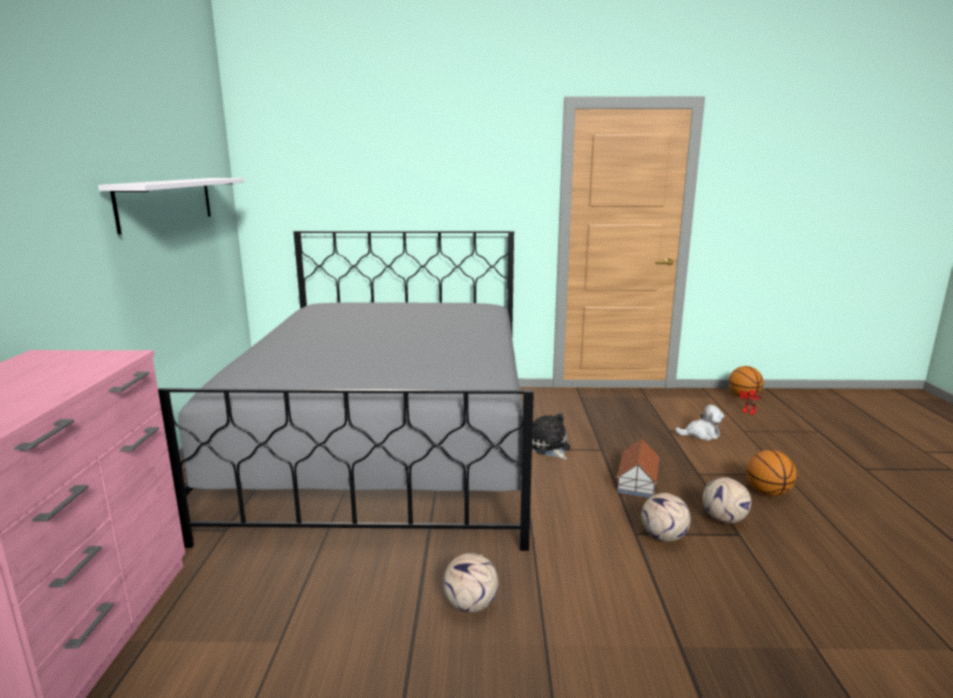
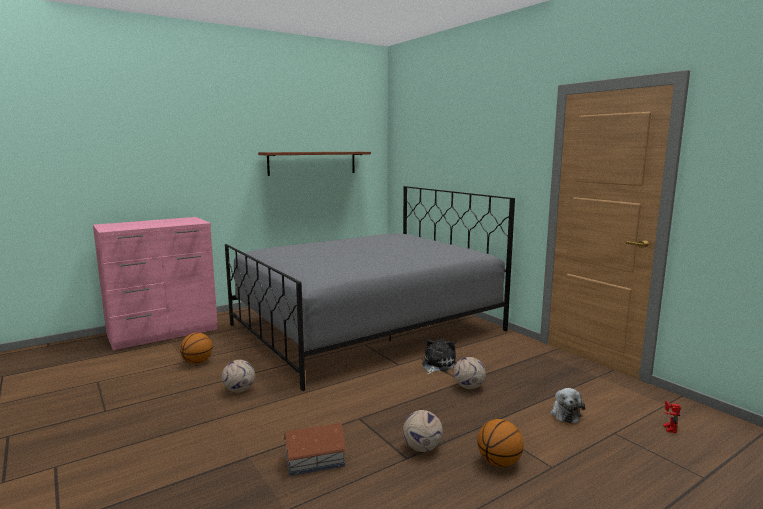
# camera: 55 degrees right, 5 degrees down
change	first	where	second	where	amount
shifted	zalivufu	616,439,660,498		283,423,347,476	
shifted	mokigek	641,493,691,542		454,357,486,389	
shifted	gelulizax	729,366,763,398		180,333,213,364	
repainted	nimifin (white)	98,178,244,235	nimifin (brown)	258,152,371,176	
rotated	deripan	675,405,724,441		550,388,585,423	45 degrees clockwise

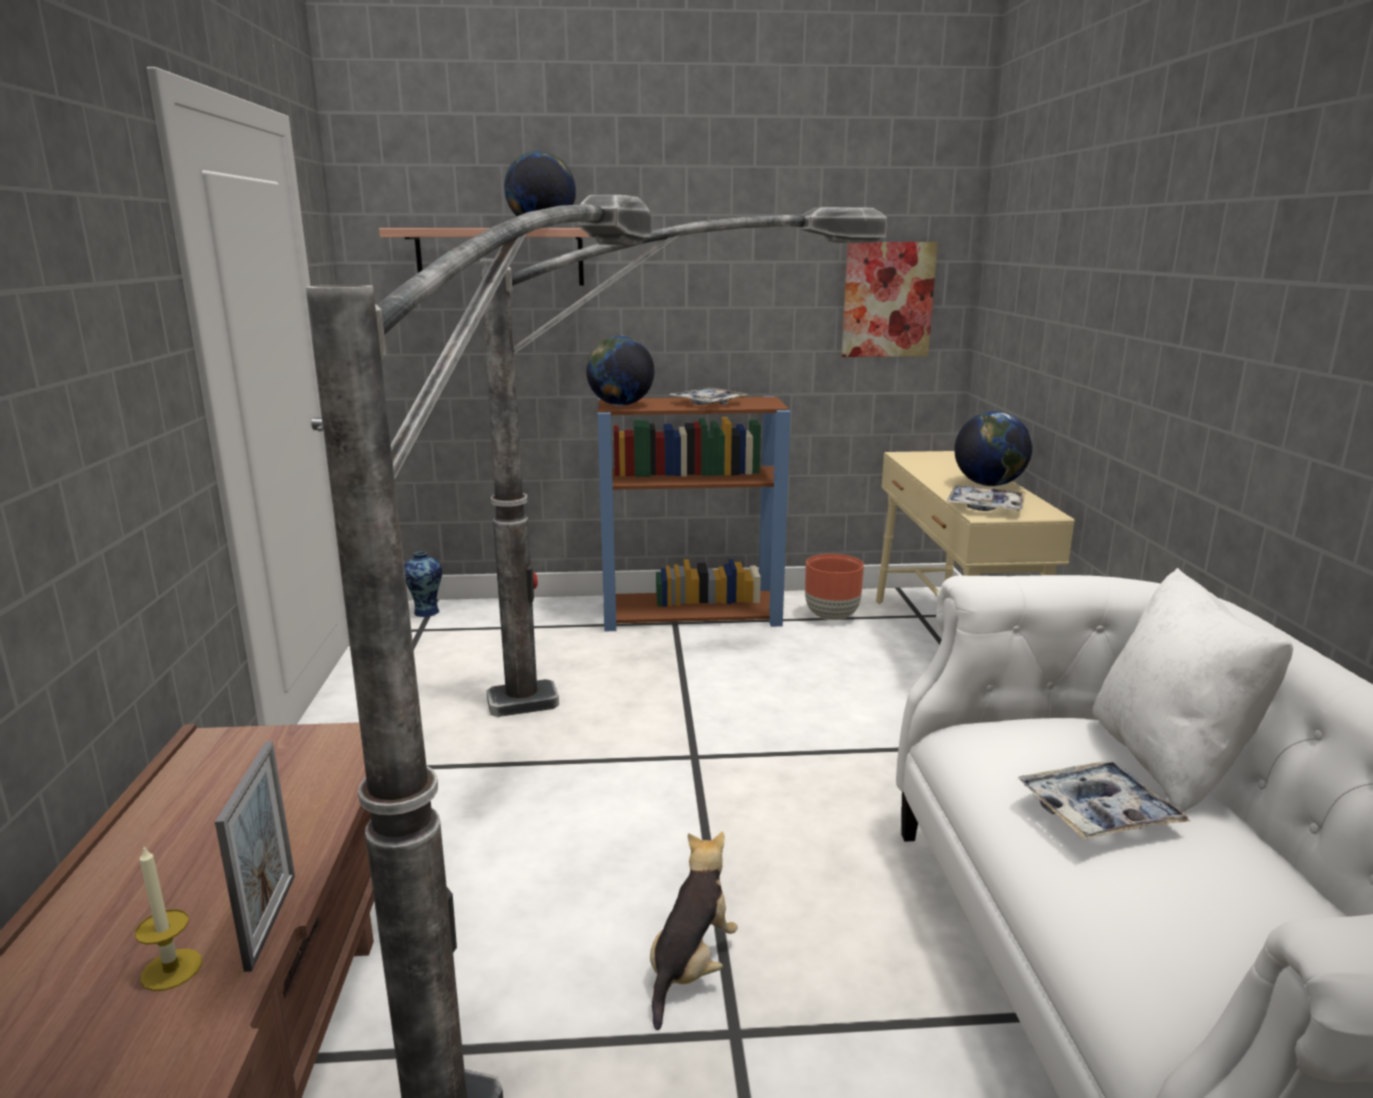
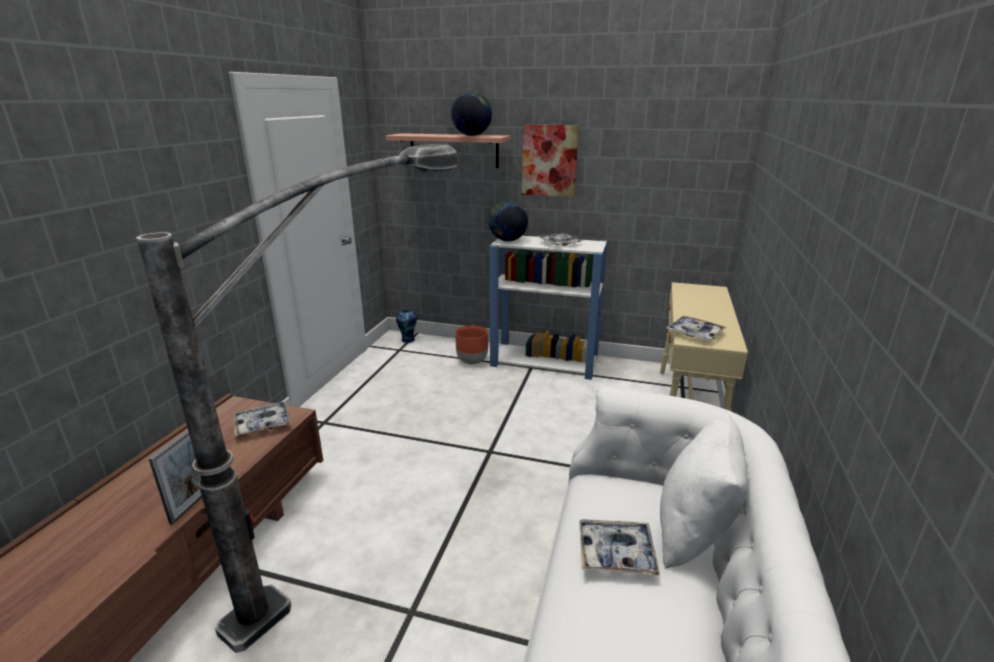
# camera: 20 degrees right, 5 degrees up
change	first	where	second	where	amount
gone	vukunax	135,845,202,991			
gone	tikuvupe	480,207,887,717			
gone	deripan	650,832,738,1030			
gone	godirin	954,411,1033,486			
new			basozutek	234,401,290,436	
shifted	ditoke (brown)	805,554,864,620		455,325,488,364	
shifted	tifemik	841,242,938,357		522,124,579,197	
repainted	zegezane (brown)	598,396,791,632	zegezane (white)	489,236,607,380	

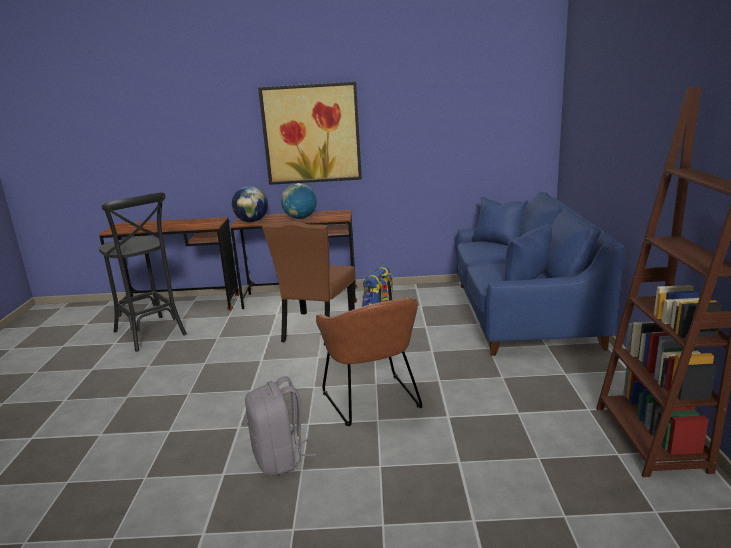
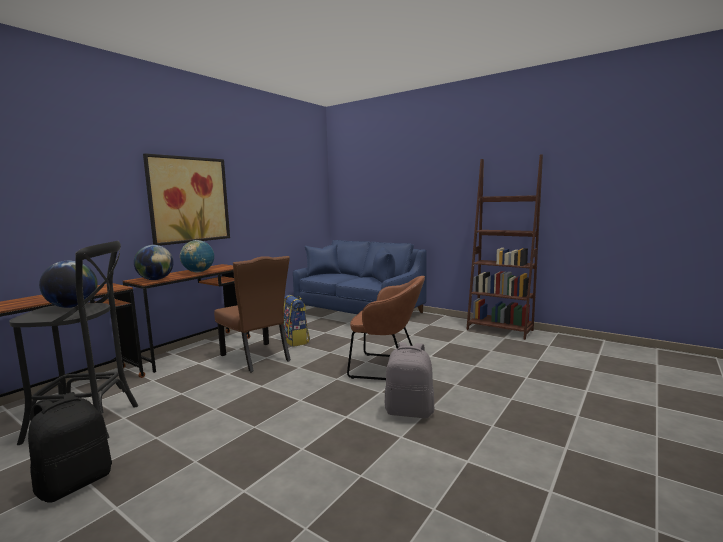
# camera: 55 degrees left, 10 degrees down
change	first	where	second	where	amount
new			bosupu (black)	28,392,112,503	
new			godirin	39,261,98,308	

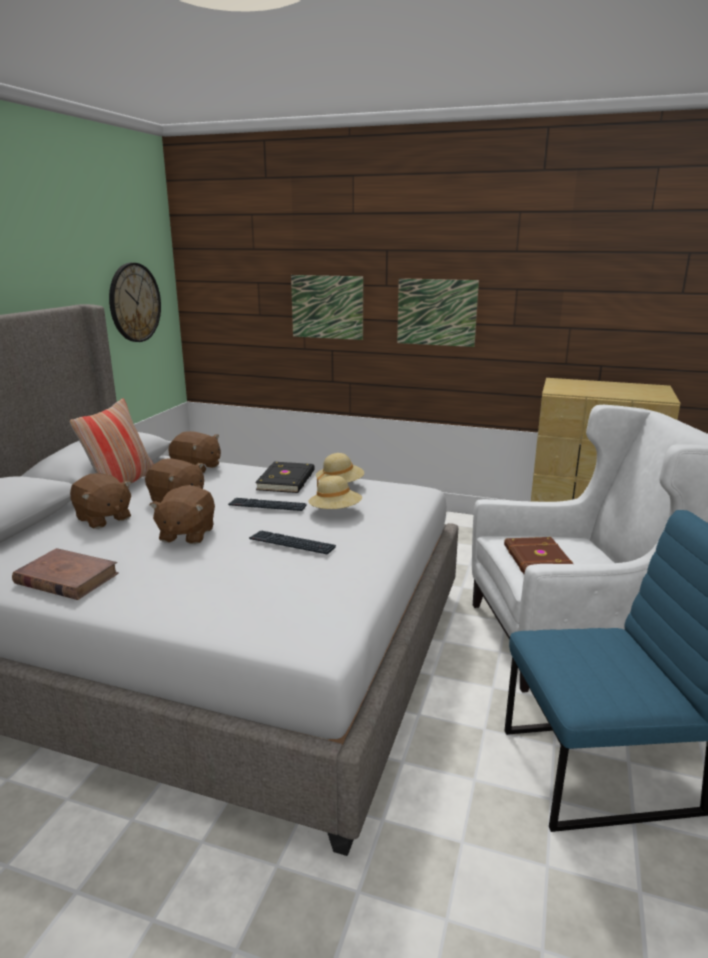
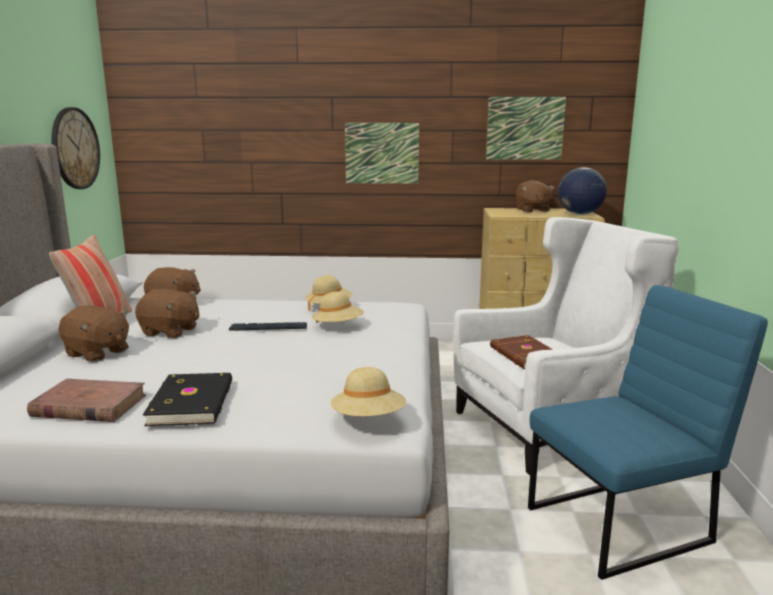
# camera: 15 degrees left, 5 degrees down
change	first	where	second	where	amount
gone	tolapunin	249,530,336,555			
new			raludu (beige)	330,367,406,417	
new			godirin	558,167,607,215	
shifted	deripan (brown)	150,485,215,544		516,180,555,212	
shifted	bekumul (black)	255,462,315,493		143,373,232,426	
shifted	tifemik	291,275,364,340		486,97,566,160	

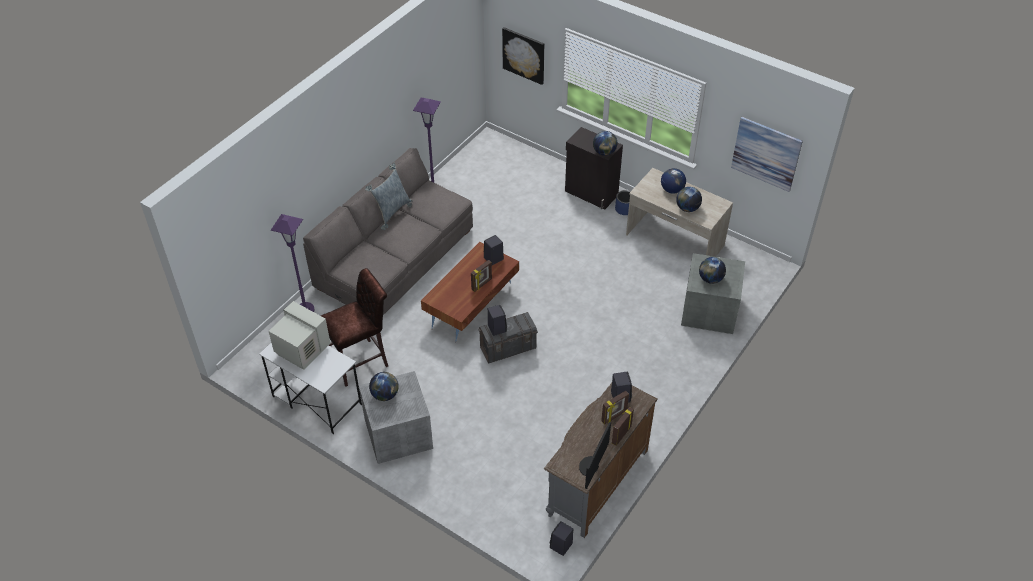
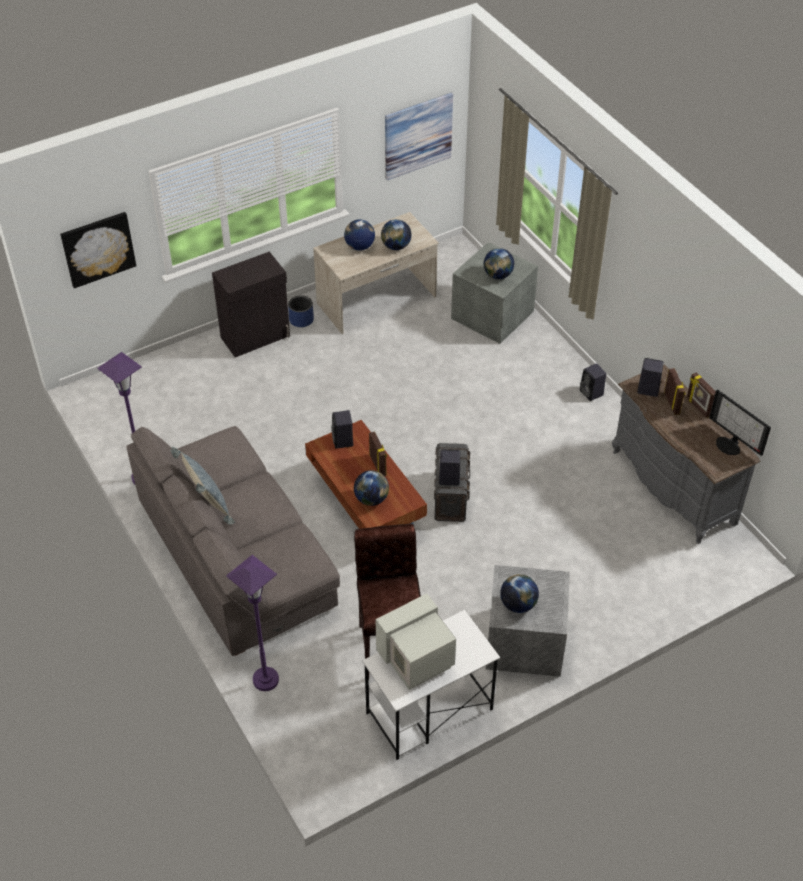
# camera: 65 degrees left, 0 degrees up
change	first	where	second	where	amount
shifted	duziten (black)	550,521,573,556		580,363,606,401	
shifted	godirin	593,131,617,156		354,470,389,506	

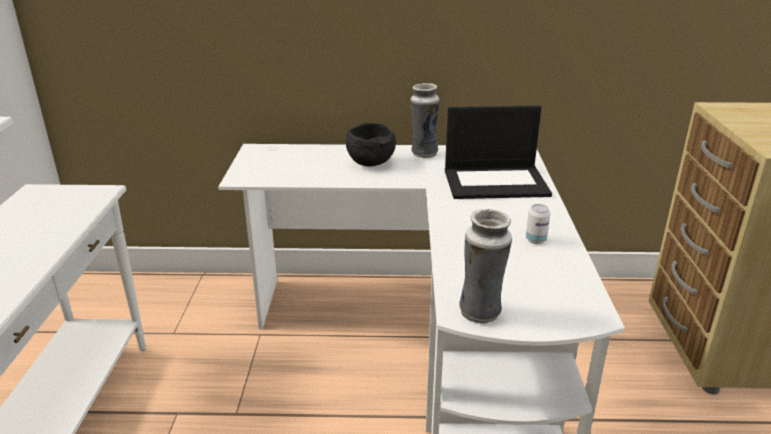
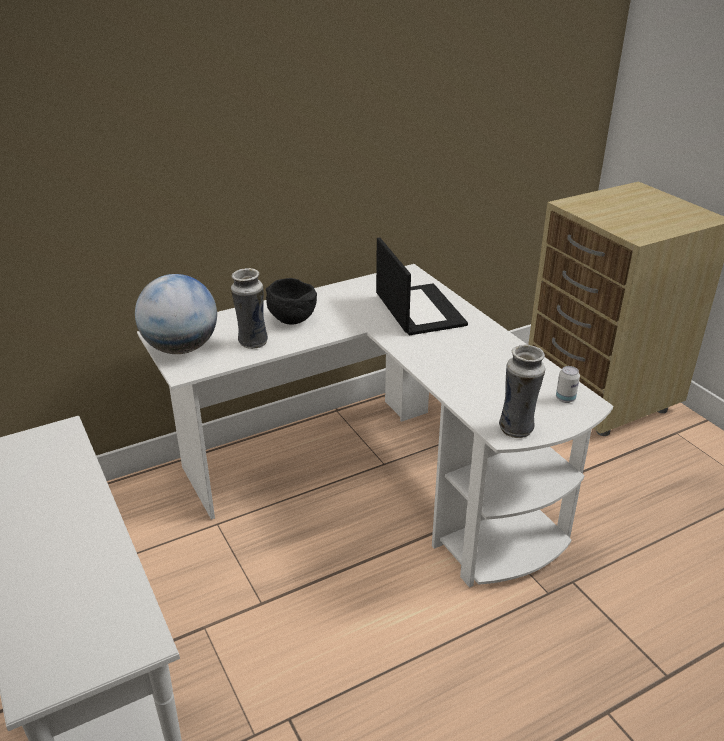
# camera: 30 degrees left, 5 degrees up
change	first	where	second	where	amount
new			godirin	135,274,217,354	
shifted	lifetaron	410,83,439,158		231,268,268,349	
shifted	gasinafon	526,204,550,244		556,366,580,403	
rotated	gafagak	445,105,552,199		376,237,468,335	75 degrees counterclockwise

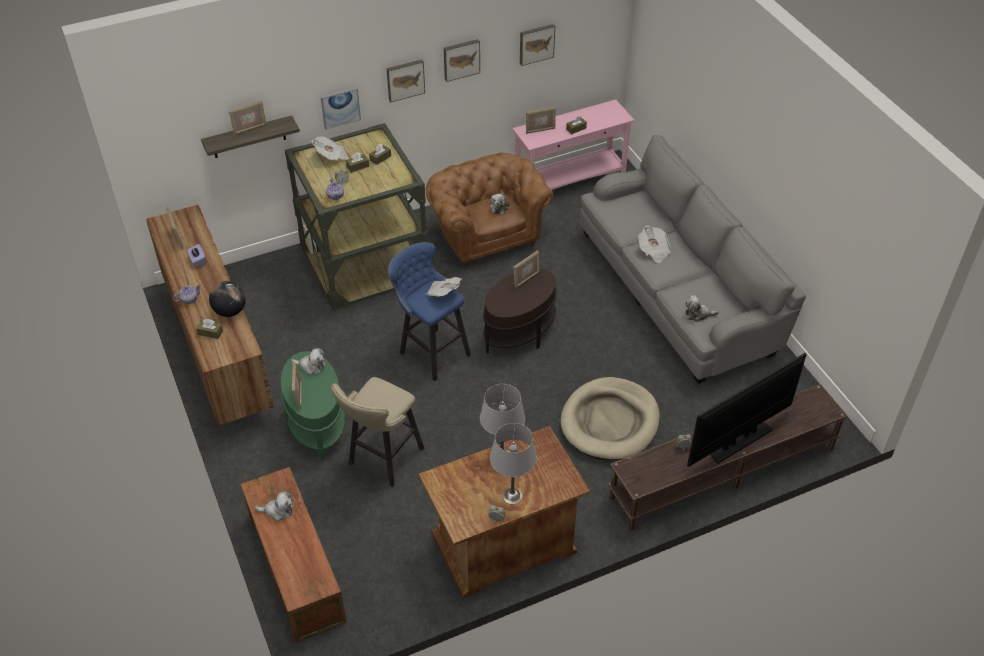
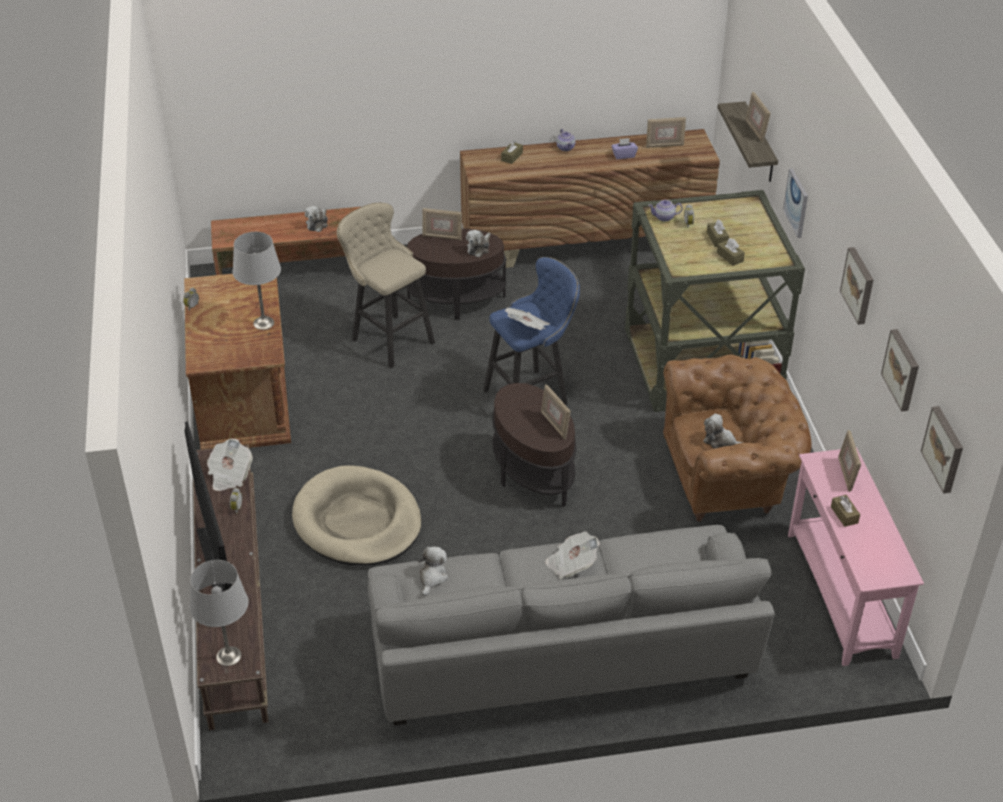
# camera: 105 degrees right, 5 degrees down
change	first	where	second	where	amount
gone	godirin	209,281,246,317			
shifted	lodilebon	312,136,349,161		207,439,253,491	
shifted	tifemik	386,59,425,102		921,406,963,494	
shifted	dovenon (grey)	490,423,537,504		190,560,248,666	
repainted	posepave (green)	281,351,346,461	posepave (brown)	407,228,506,320	

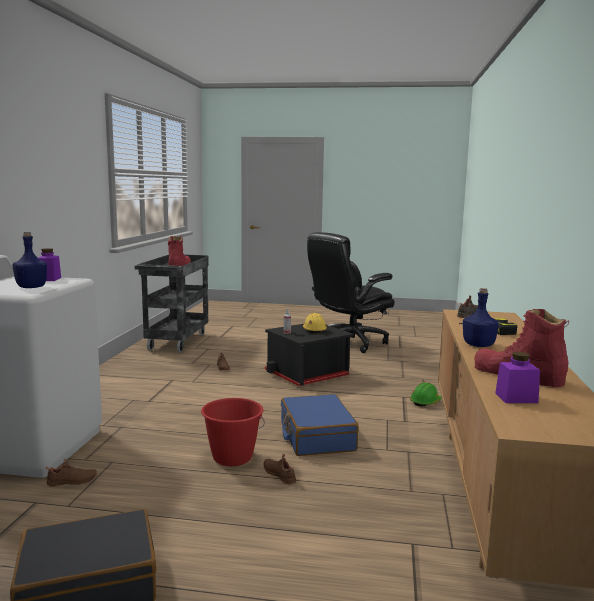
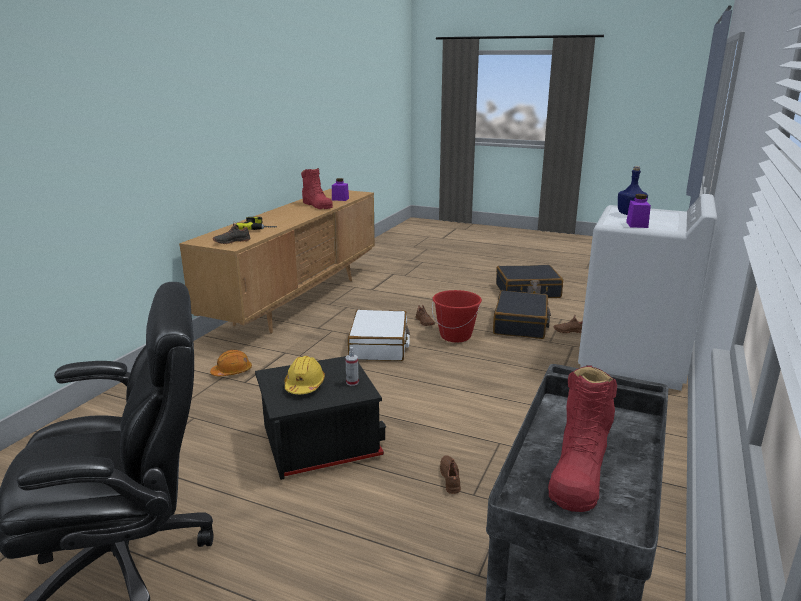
# camera: 165 degrees left, 10 degrees up
change	first	where	second	where	amount
gone	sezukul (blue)	463,288,499,347			
new			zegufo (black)	493,291,551,339	
repainted	zegufo (blue)	281,394,359,456	zegufo (white)	348,310,410,361	
repainted	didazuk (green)	410,383,441,407	didazuk (orange)	210,350,252,376	

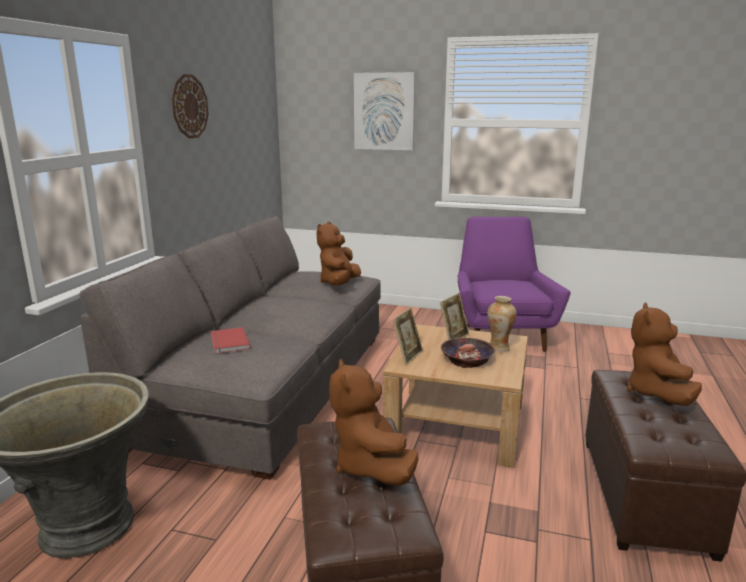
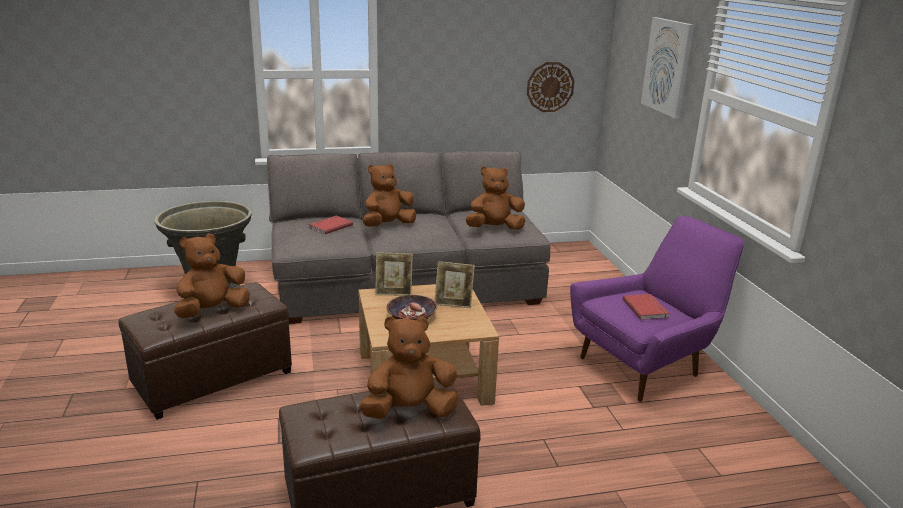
# camera: 60 degrees right, 5 degrees up
change	first	where	second	where	amount
gone	lifetaron	487,296,517,352			
new			deripan (brown)	363,164,416,227	
new			bekumul (red)	622,294,670,320	
shifted	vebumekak	172,74,209,139		527,62,574,112	

